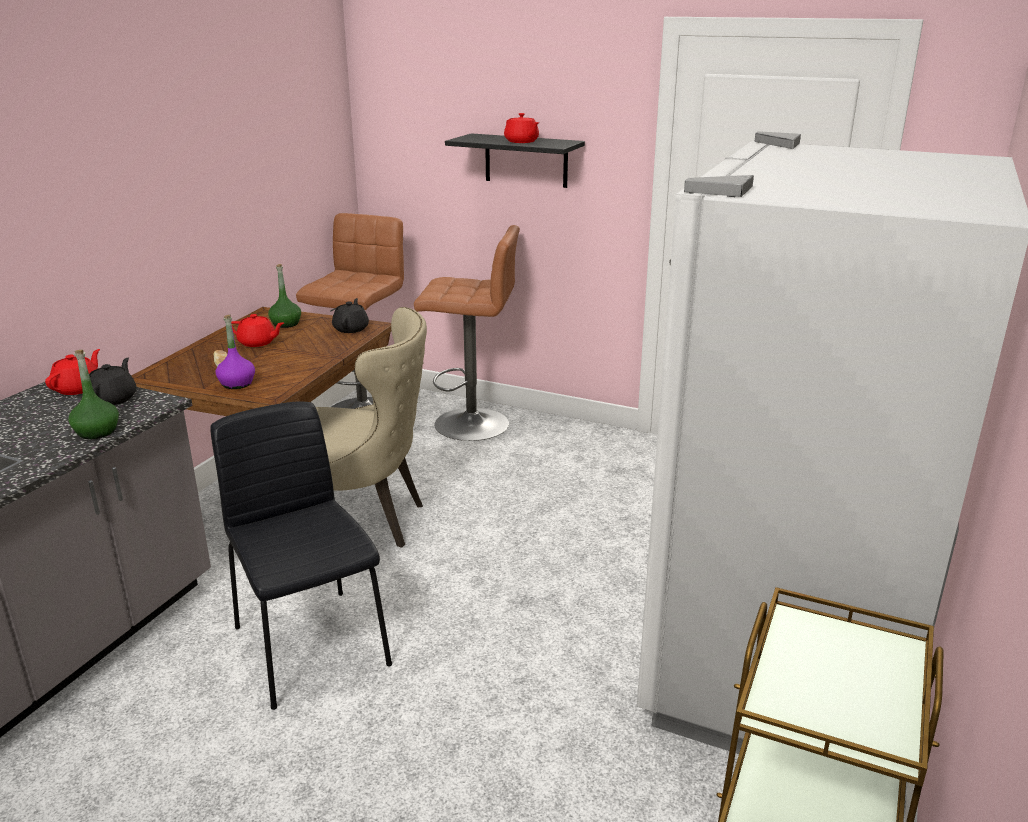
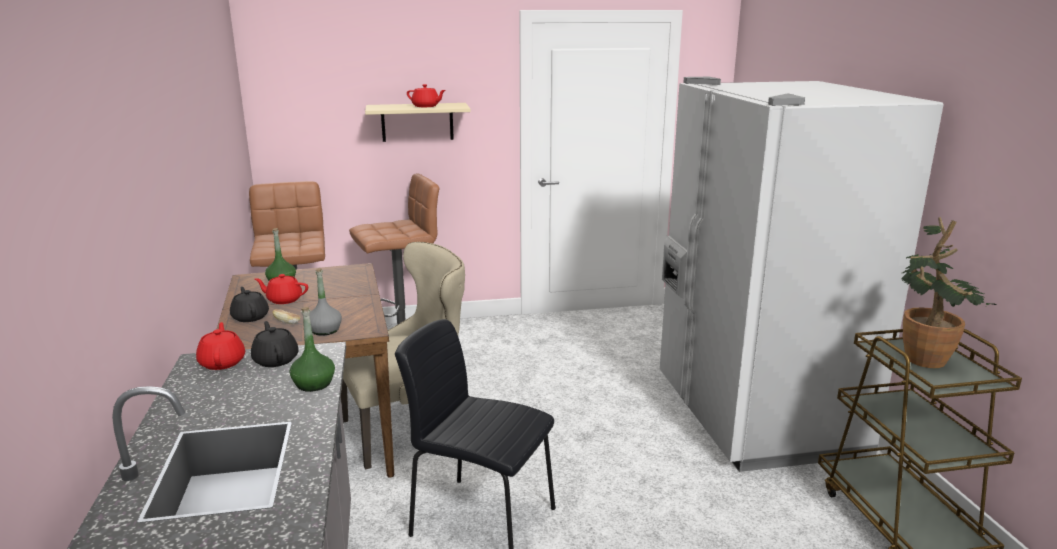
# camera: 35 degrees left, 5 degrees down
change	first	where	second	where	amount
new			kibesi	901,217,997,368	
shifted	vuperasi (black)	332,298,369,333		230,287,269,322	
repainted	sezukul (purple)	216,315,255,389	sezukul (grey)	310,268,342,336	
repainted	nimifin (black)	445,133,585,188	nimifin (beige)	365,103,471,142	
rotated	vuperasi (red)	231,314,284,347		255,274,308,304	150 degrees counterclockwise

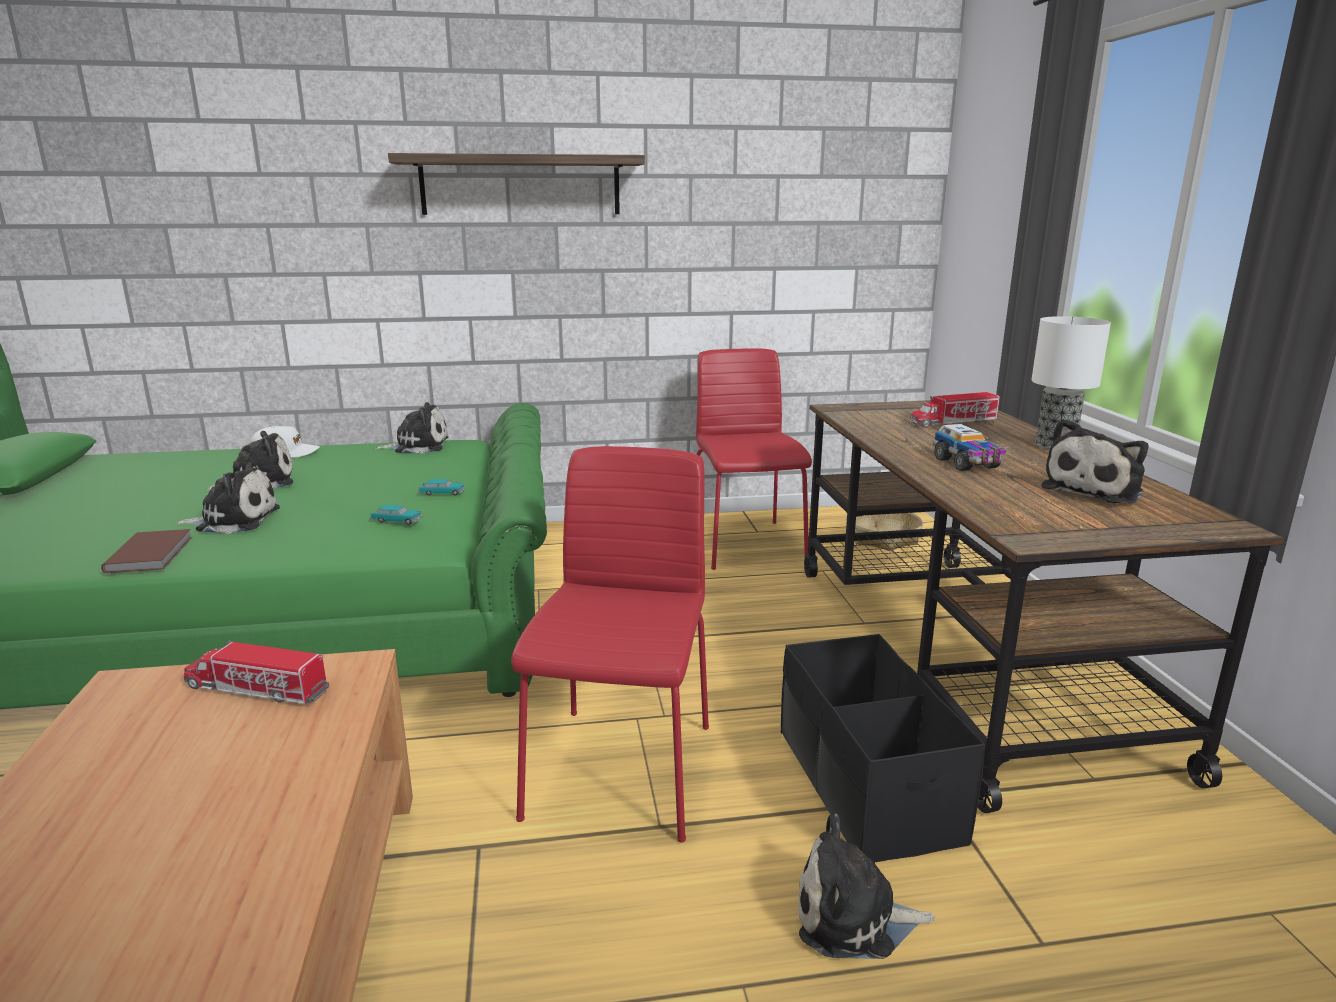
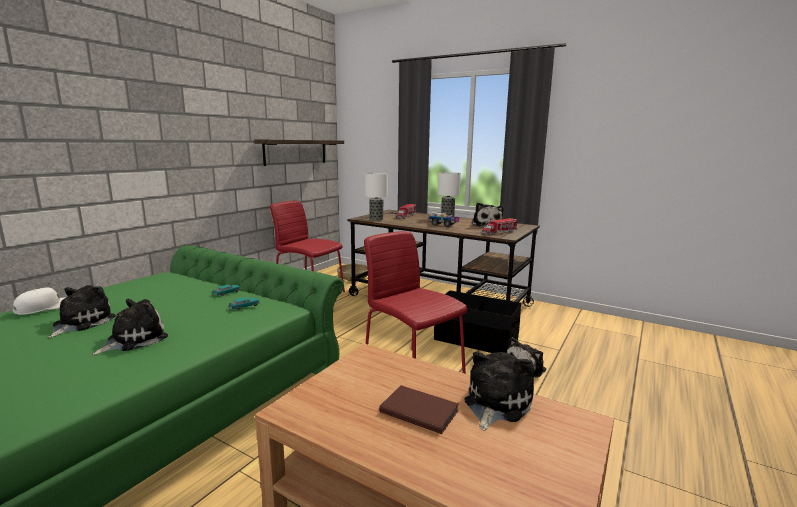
# camera: 50 degrees left, 5 degrees down
change	first	where	second	where	amount
new			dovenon	365,173,388,221	
shifted	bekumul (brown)	101,529,192,573		379,385,459,434	
shifted	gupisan	184,640,330,704		482,218,517,235	
shifted	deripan	375,402,449,454		464,352,534,431	
shifted	nimifin	388,153,645,215		254,139,344,166	

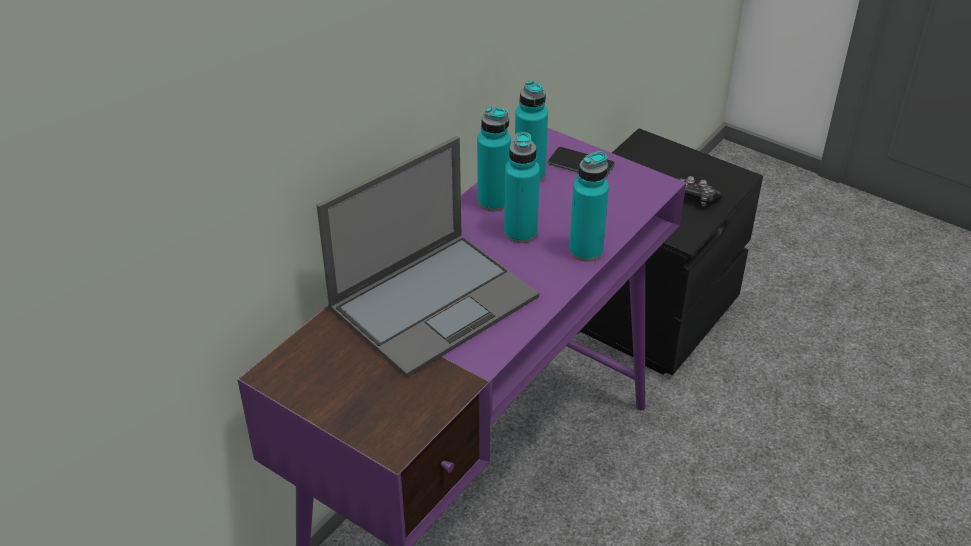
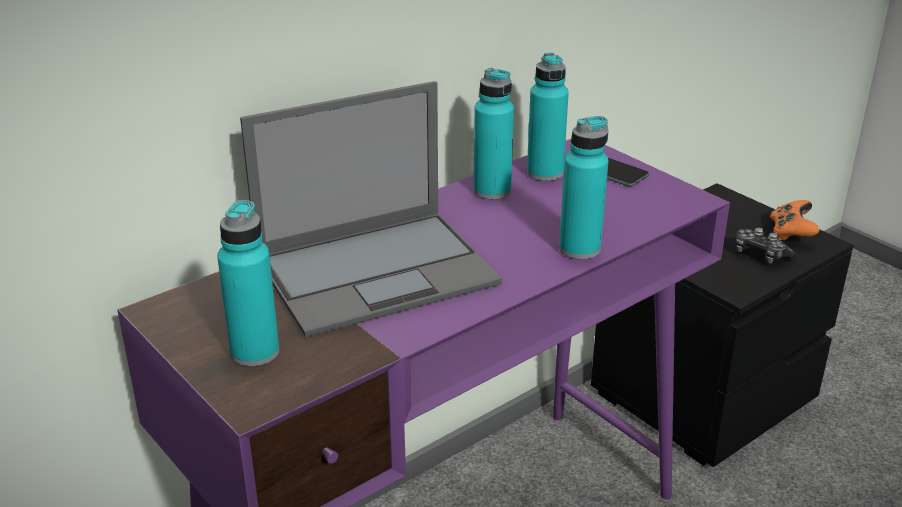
# camera: 15 degrees right, 10 degrees down
change	first	where	second	where	amount
new			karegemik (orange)	770,200,820,241	
shifted	sezukul (turquoise)	504,132,540,243		217,200,279,366	

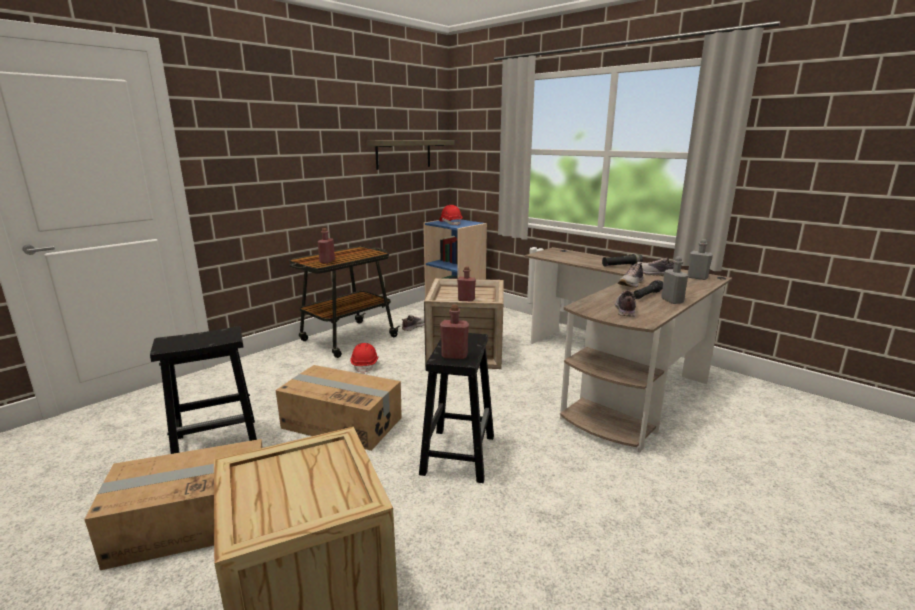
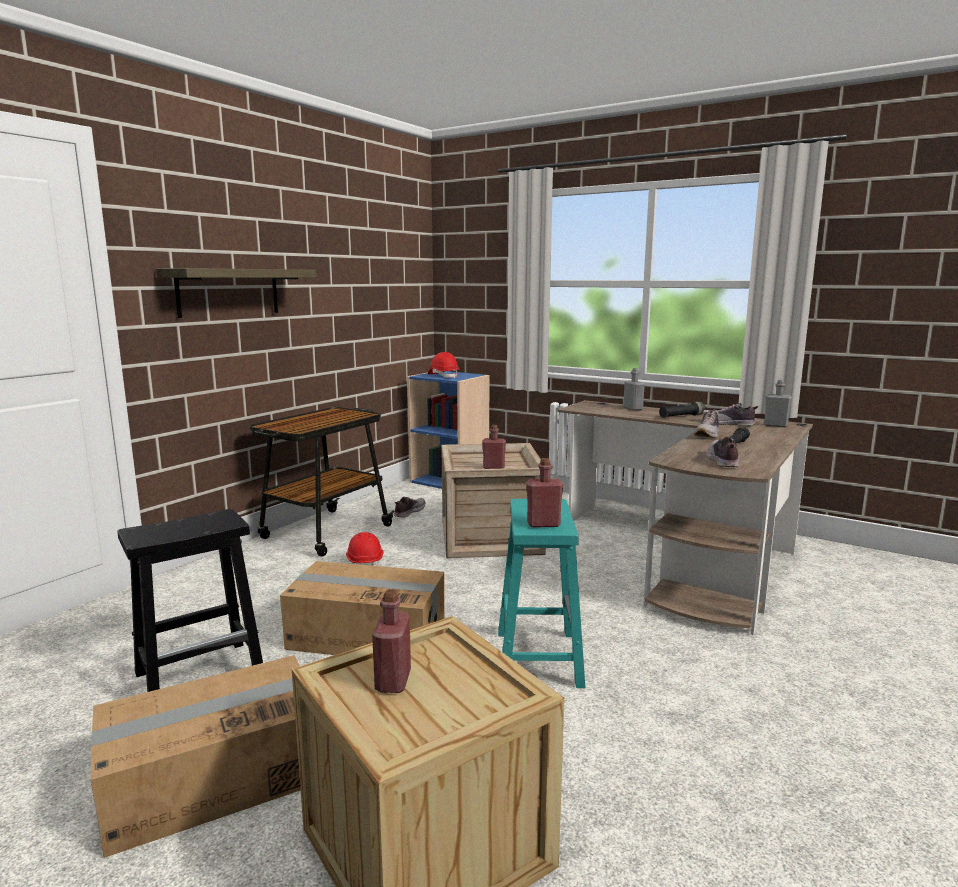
# camera: 10 degrees left, 5 degrees down
change	first	where	second	where	amount
shifted	sezukul (red)	318,228,335,264		372,589,411,693	
shifted	nimifin	366,140,454,170		156,268,316,318	
shifted	sezukul (grey)	661,256,688,304		623,368,645,411	
repainted	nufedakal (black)	419,333,494,483	nufedakal (turquoise)	498,499,586,688	

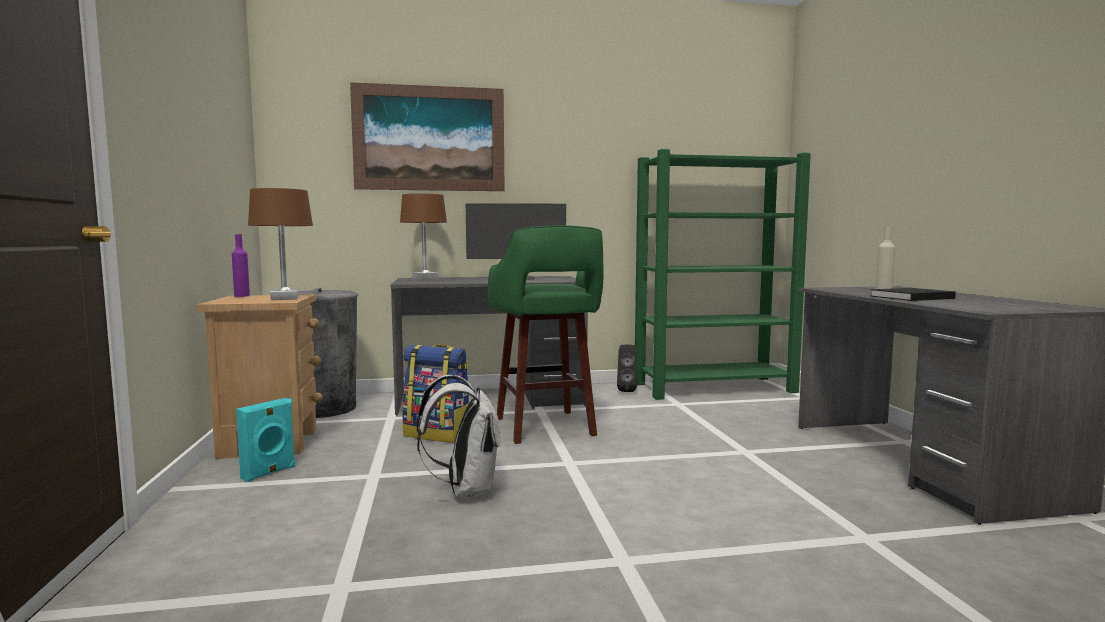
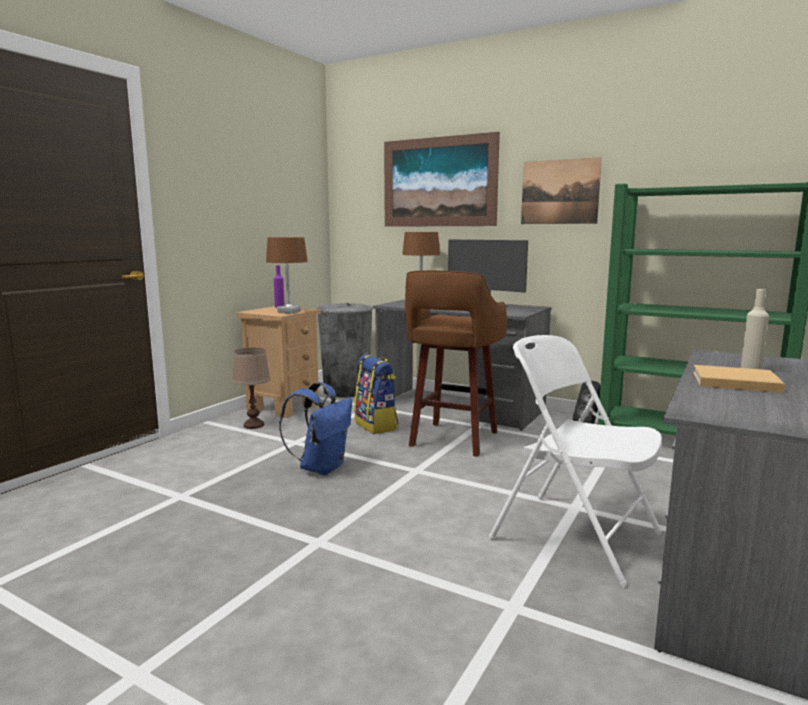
# camera: 40 degrees right, 5 degrees up
change	first	where	second	where	amount
new			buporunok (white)	489,335,662,588	
new			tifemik	521,157,602,224	
swapped	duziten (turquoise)	236,398,295,482	dovenon (brown)	232,348,271,429	
repainted	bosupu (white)	416,375,501,497	bosupu (blue)	279,382,352,475	
repainted	nufedakal (green)	488,226,604,444	nufedakal (brown)	405,270,507,457	
repainted	bekumul (black)	870,288,956,301	bekumul (beige)	693,365,785,393	

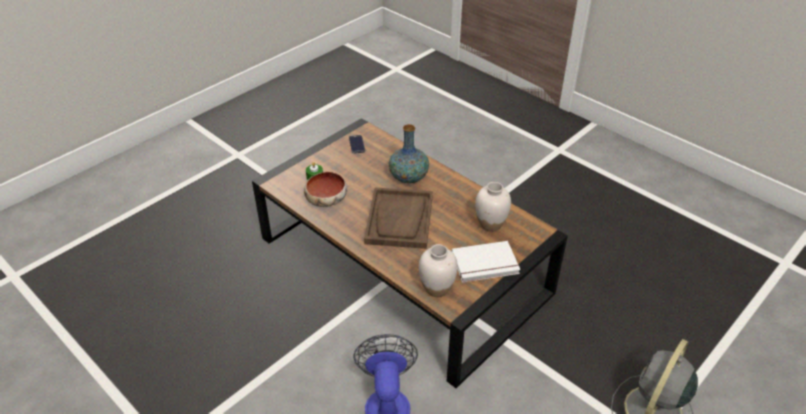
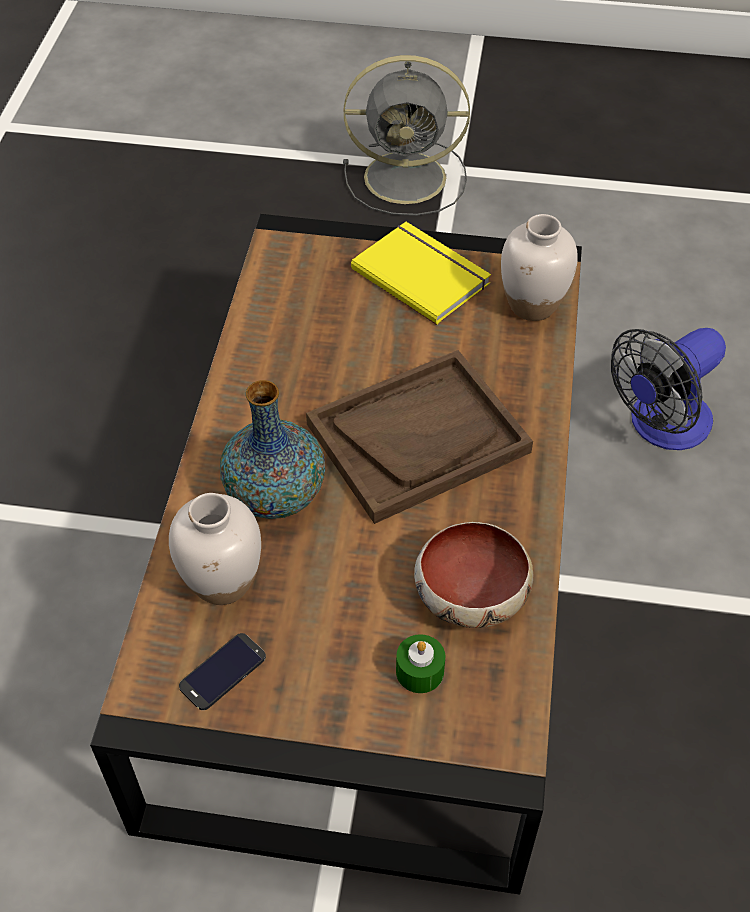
# camera: 125 degrees left, 10 degrees up
change	first	where	second	where	amount
shifted	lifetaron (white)	475,182,511,232		169,493,261,605	
repainted	bekumul (white)	452,241,520,282	bekumul (yellow)	351,222,491,325	

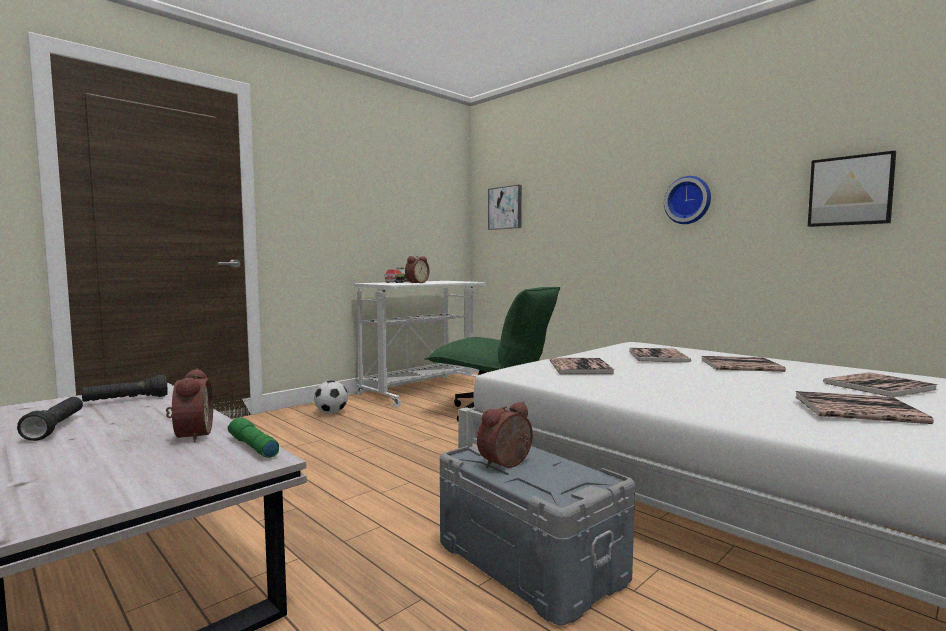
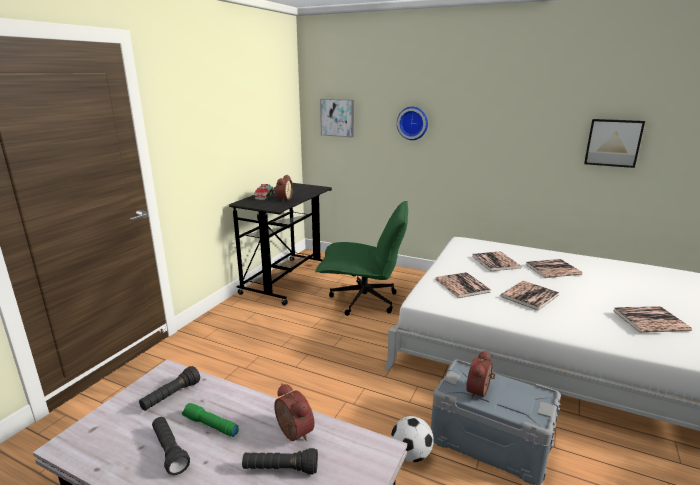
# camera: 20 degrees left, 15 degrees up
change	first	where	second	where	amount
new			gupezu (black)	242,448,318,474	
shifted	gupezu (green)	228,417,279,458		182,403,239,437	
shifted	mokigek	314,381,348,414		391,416,434,462	
shifted	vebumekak	664,176,711,224		397,107,428,140	
shifted	bekumul	823,372,938,397		500,281,559,310	
repainted	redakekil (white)	354,281,486,407	redakekil (black)	229,183,332,306	

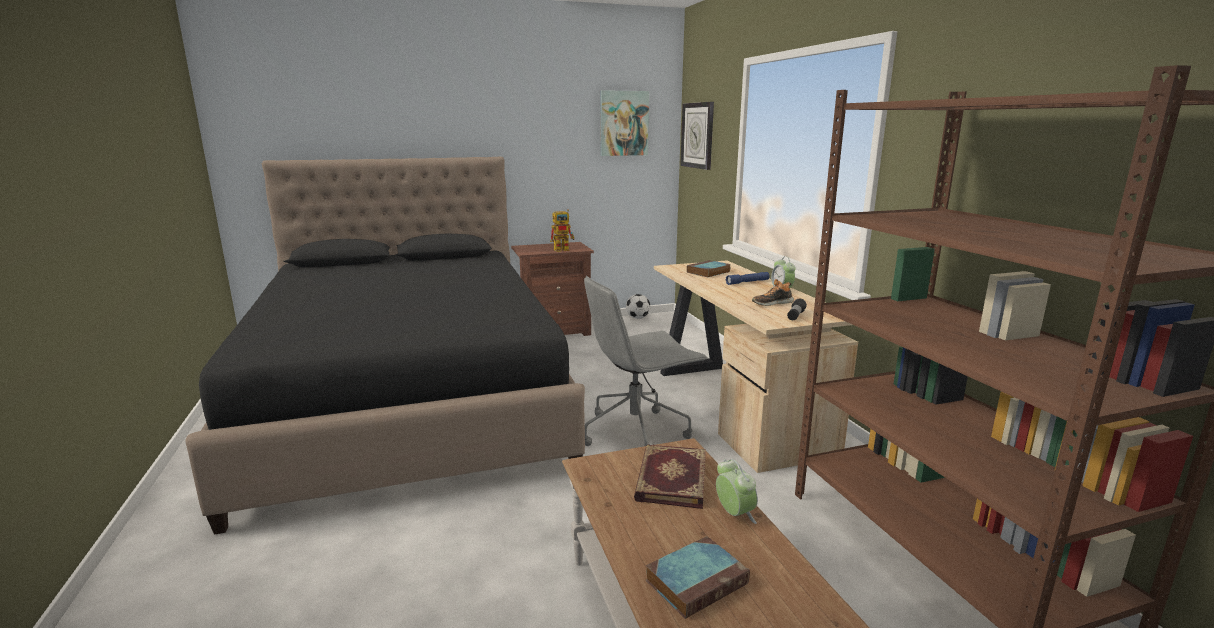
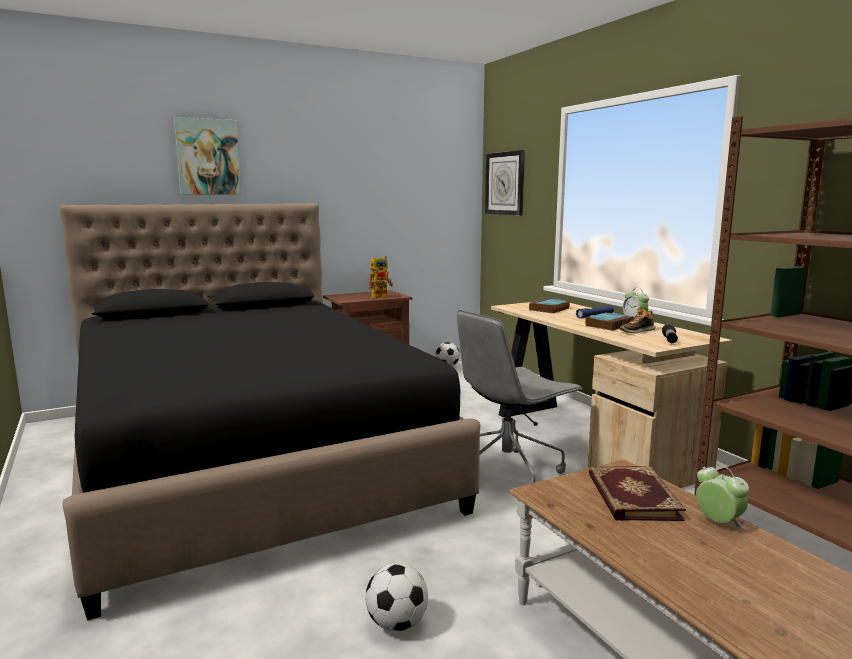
# camera: 10 degrees left, 5 degrees down
change	first	where	second	where	amount
new			mokigek	365,563,428,631	
shifted	tifemik	600,90,649,156		174,117,241,194	
shifted	bekumul	646,536,750,619		585,312,634,331	

